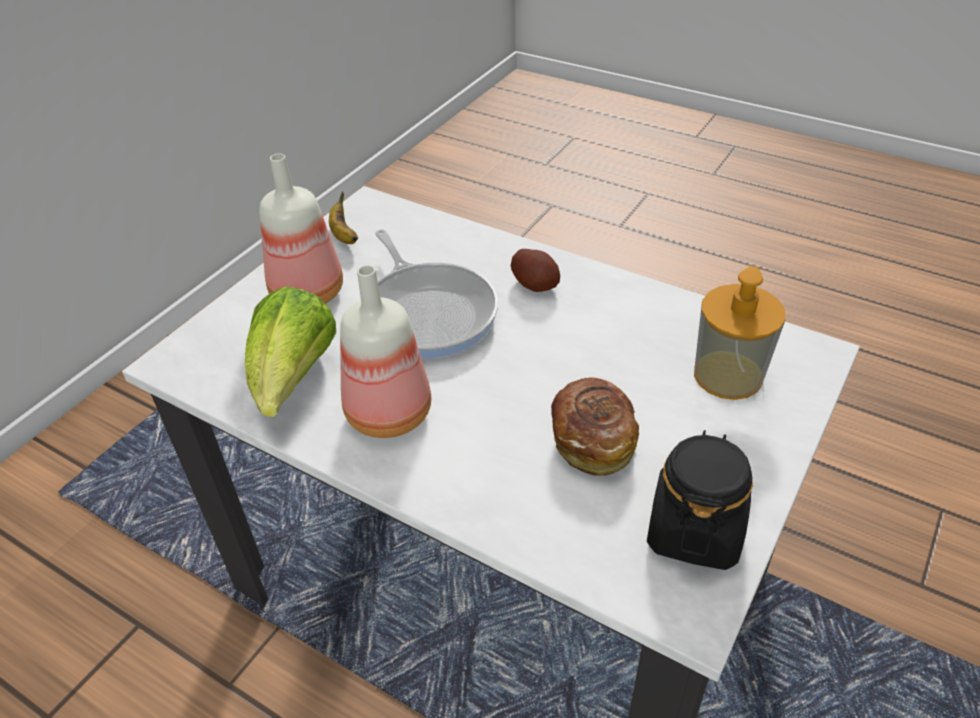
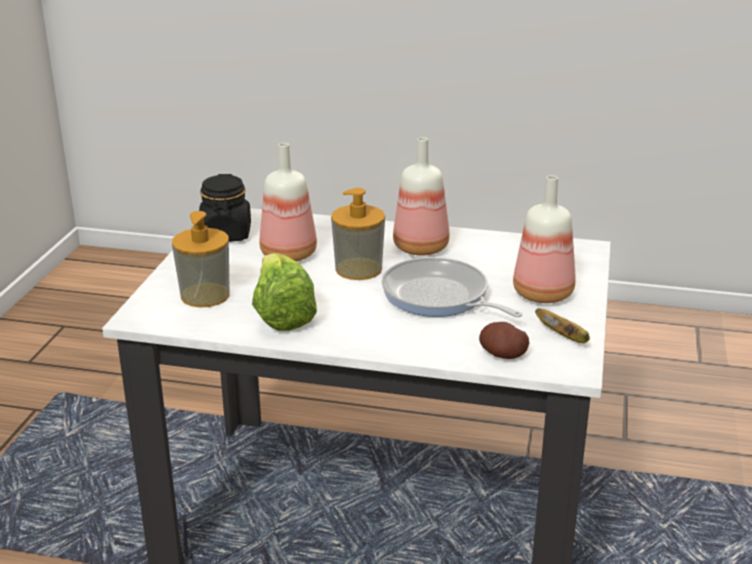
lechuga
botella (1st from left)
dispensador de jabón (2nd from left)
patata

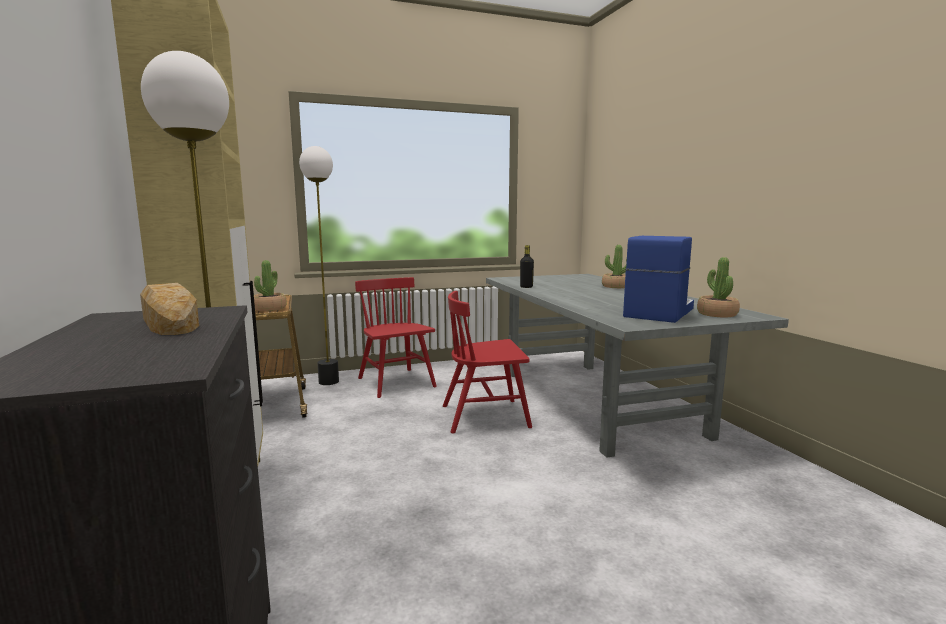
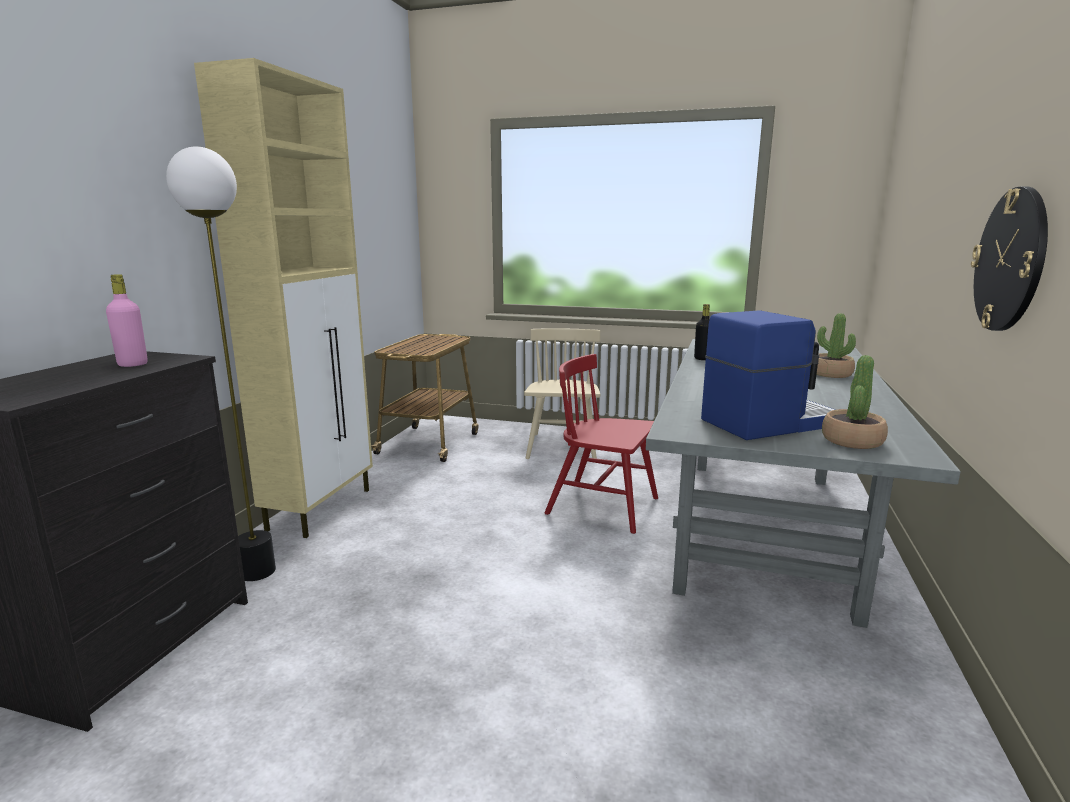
botella [rosa]
silla [beis]
reloj de pared
planta en maceta (1st from left in the first image)
lámpara de pie (2nd from left in the first image)

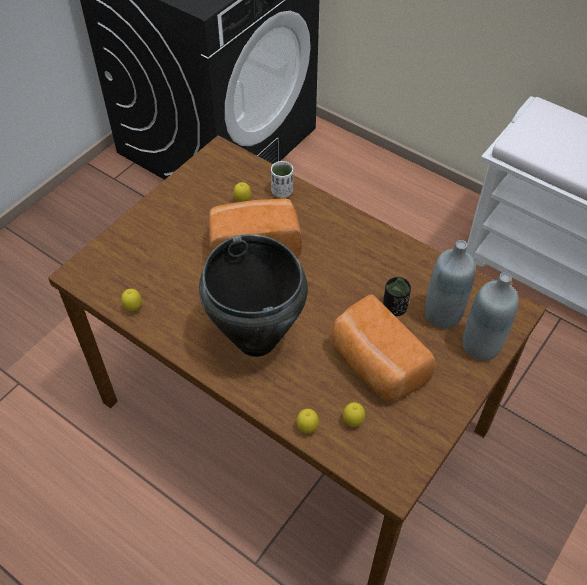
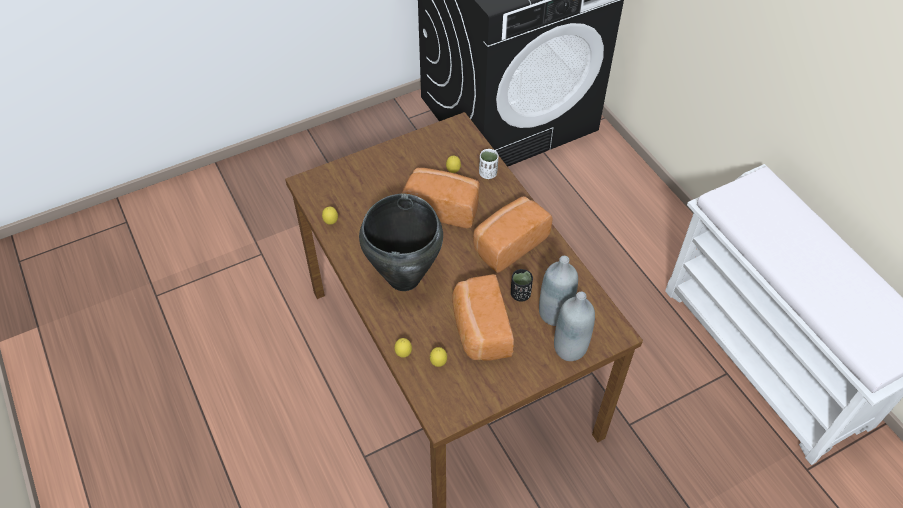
pan (3rd from left)

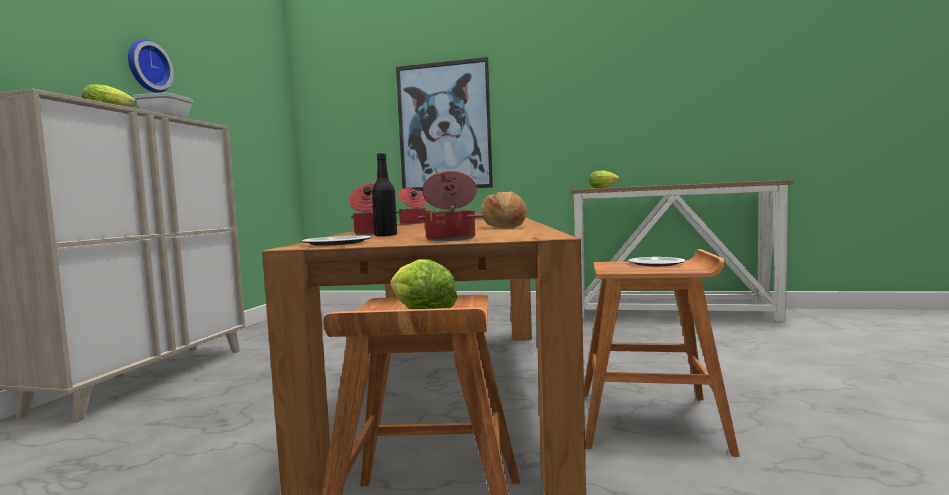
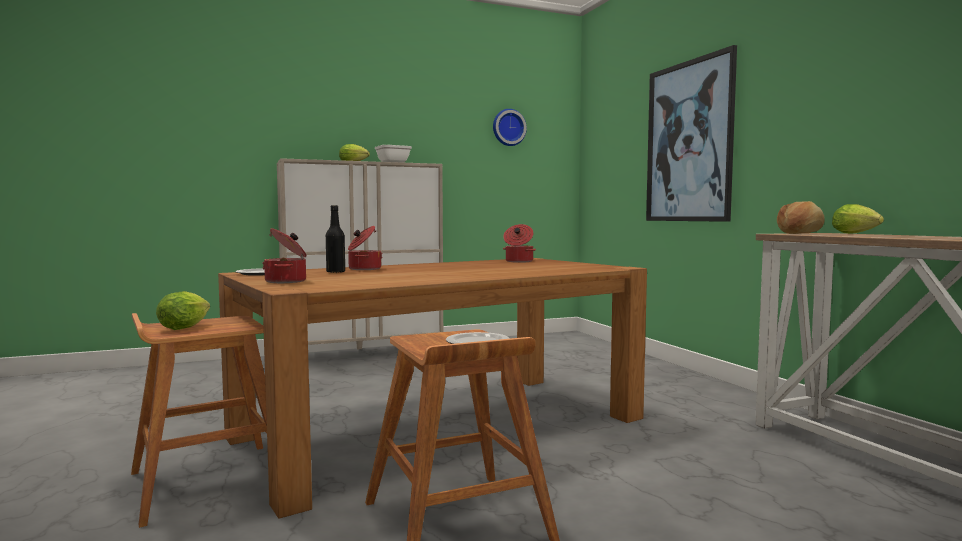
reloj de pared
pan

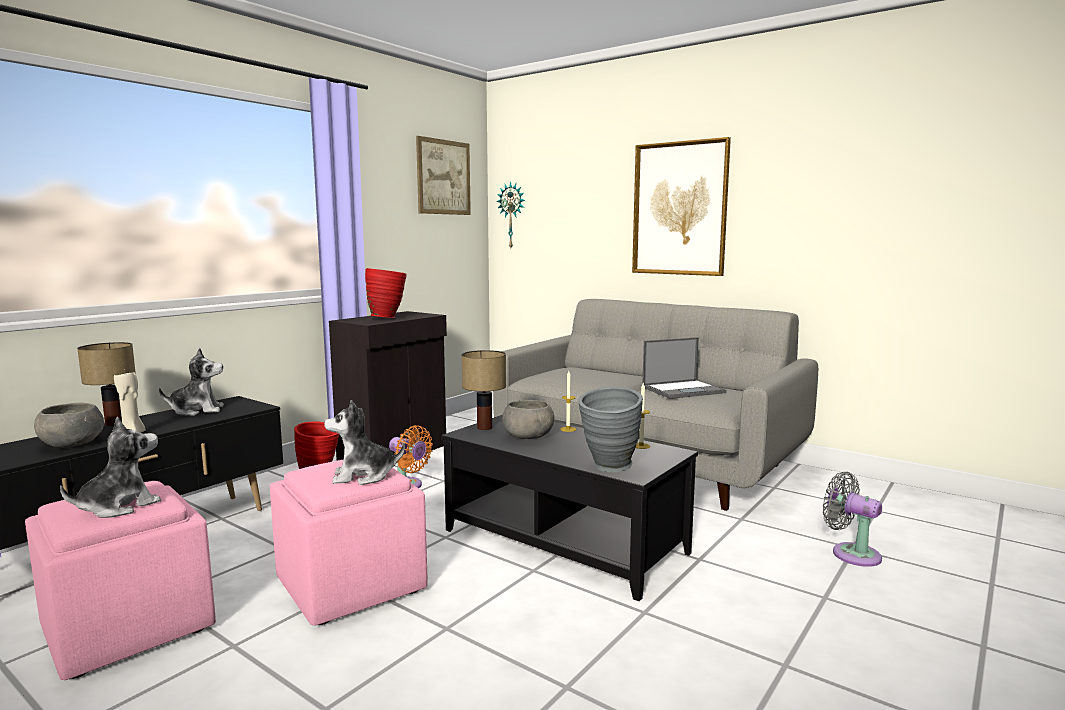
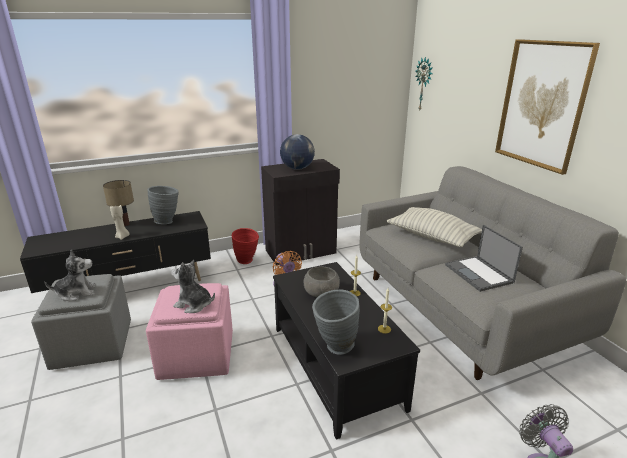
puf [gris]
florero [gris] (1st from left)
globo terráqueo
cojín
portátil
cuenco [gris] (1st from left in the first image)
cuadro (1st from left in the first image)
lámpara de mesa (2nd from left in the first image)

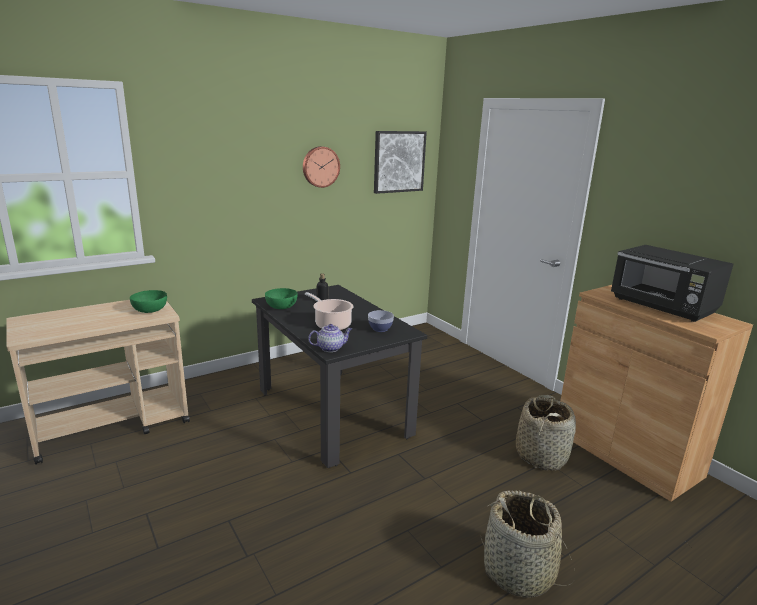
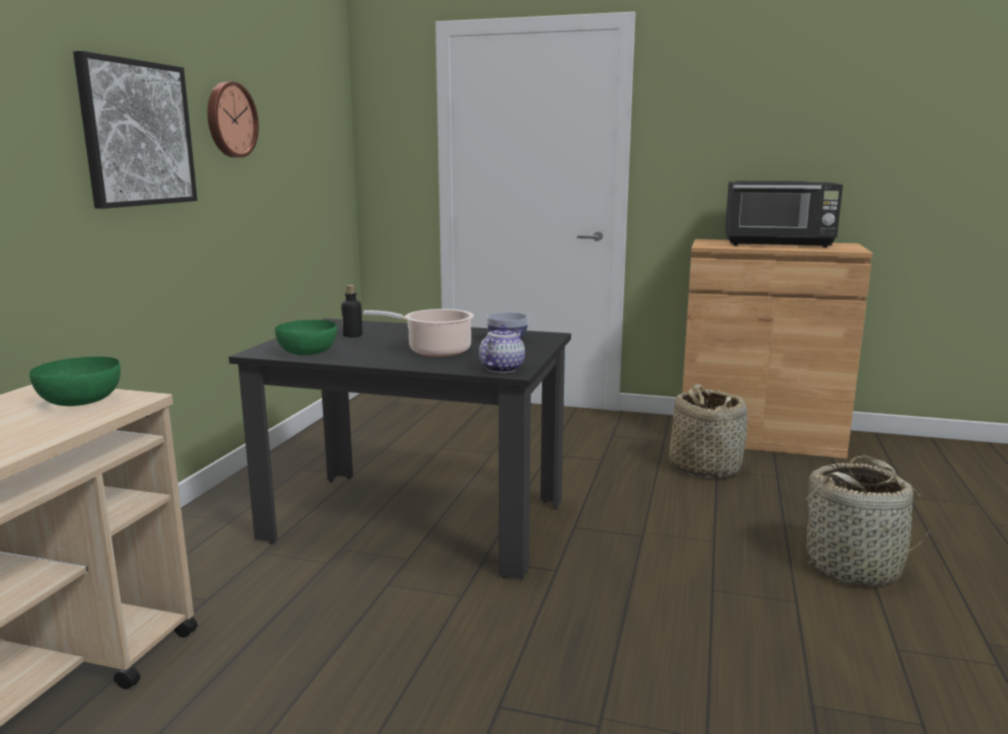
cuadro

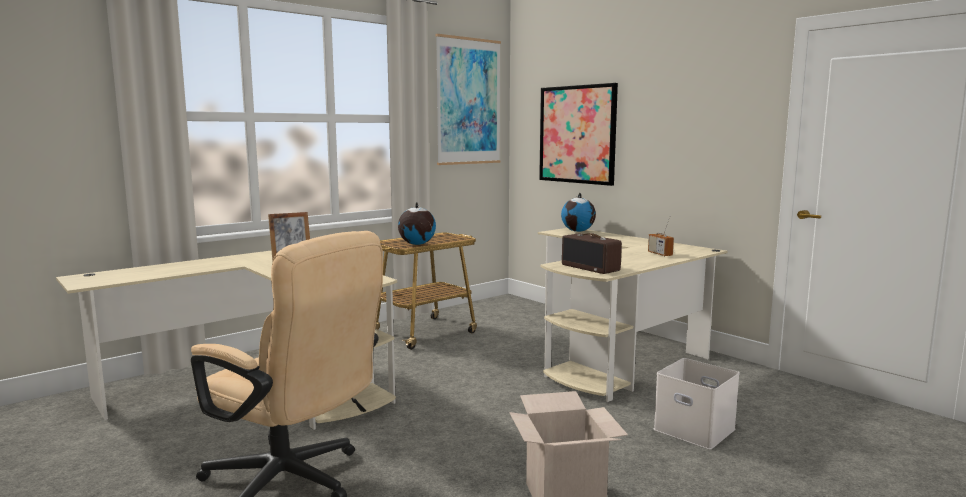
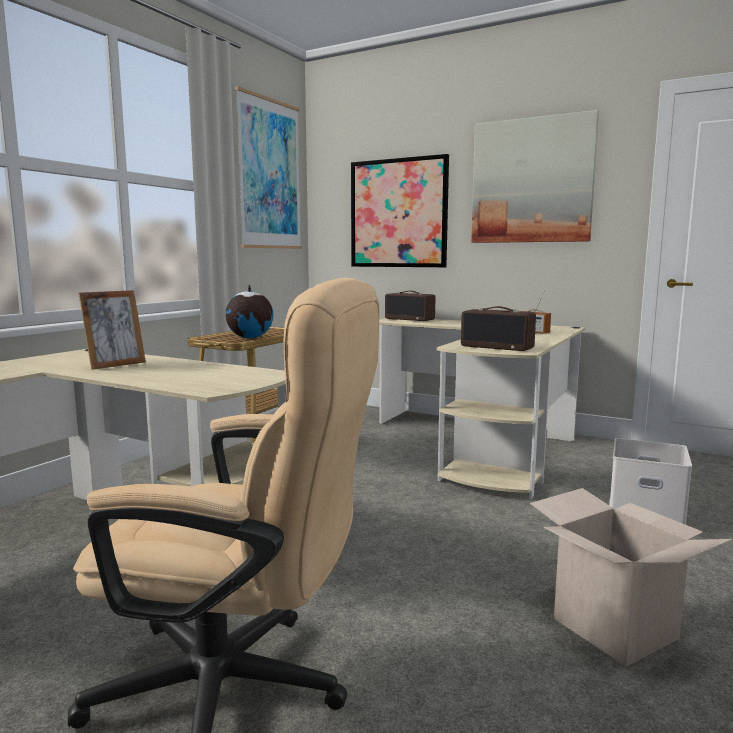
radio (1st from left)
cuadro (3rd from left)

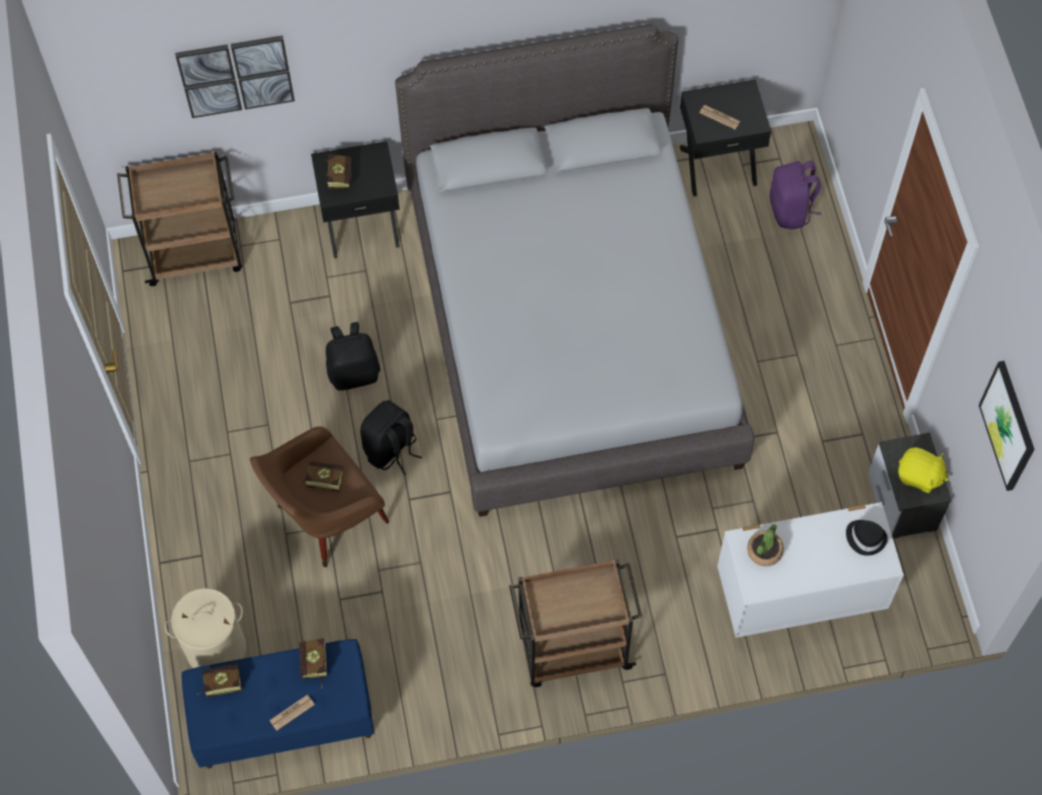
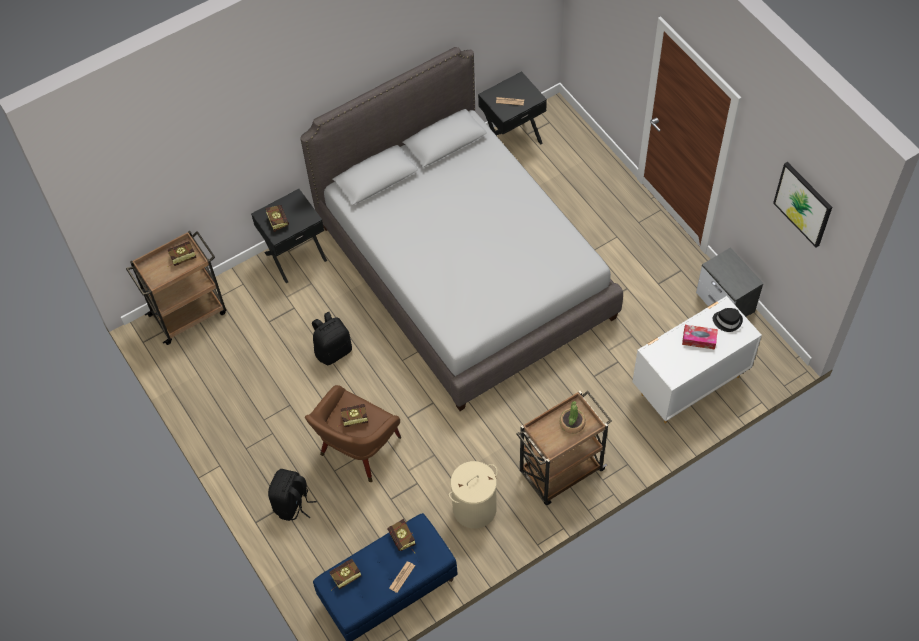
libro (1st from left)
mochila [negro] (1st from left)
cesto de la ropa [beis]
planta en maceta
caja de pañuelos
cuadro (1st from left in the first image)
mochila [morado]
peluche [amarillo]

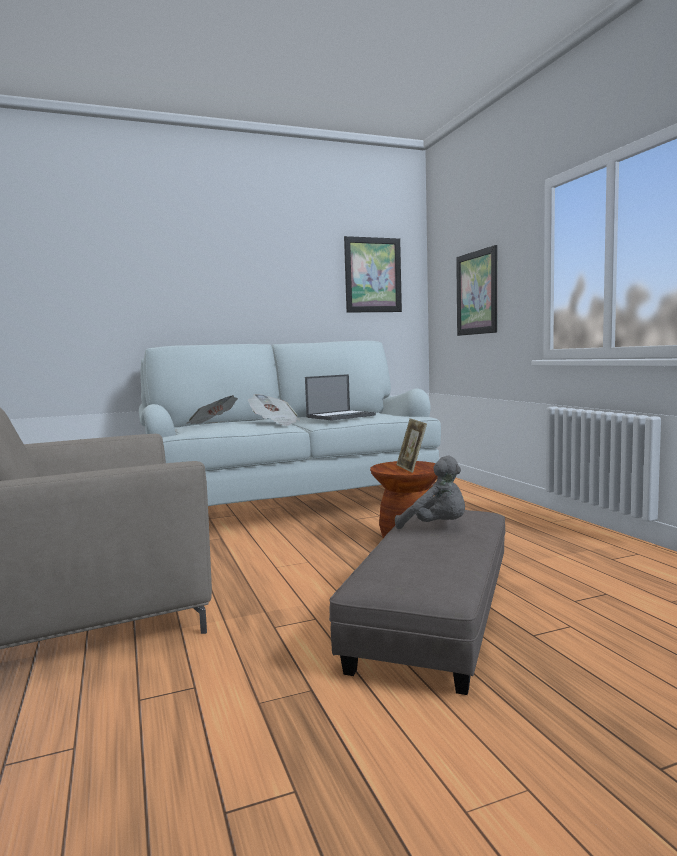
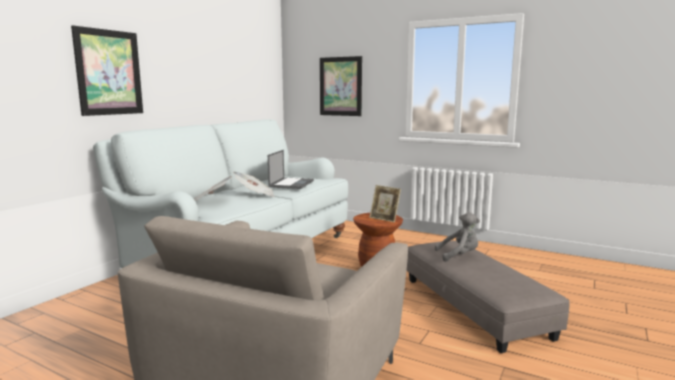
cuadro (1st from left)

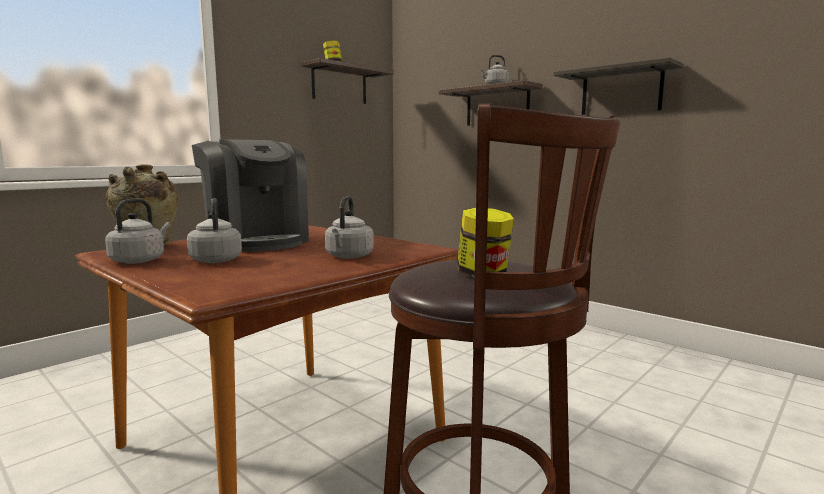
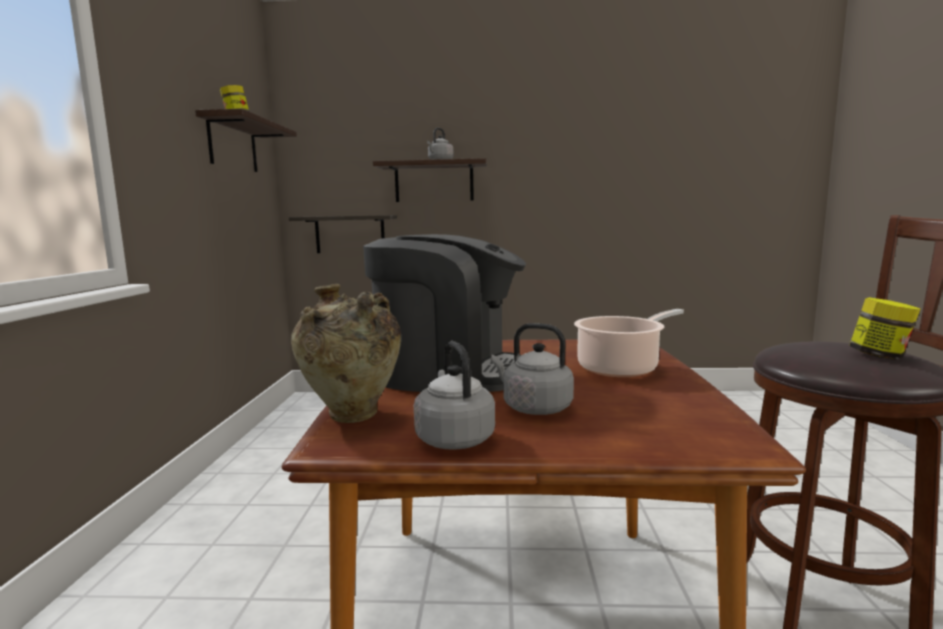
estante (2nd from left)
olla

